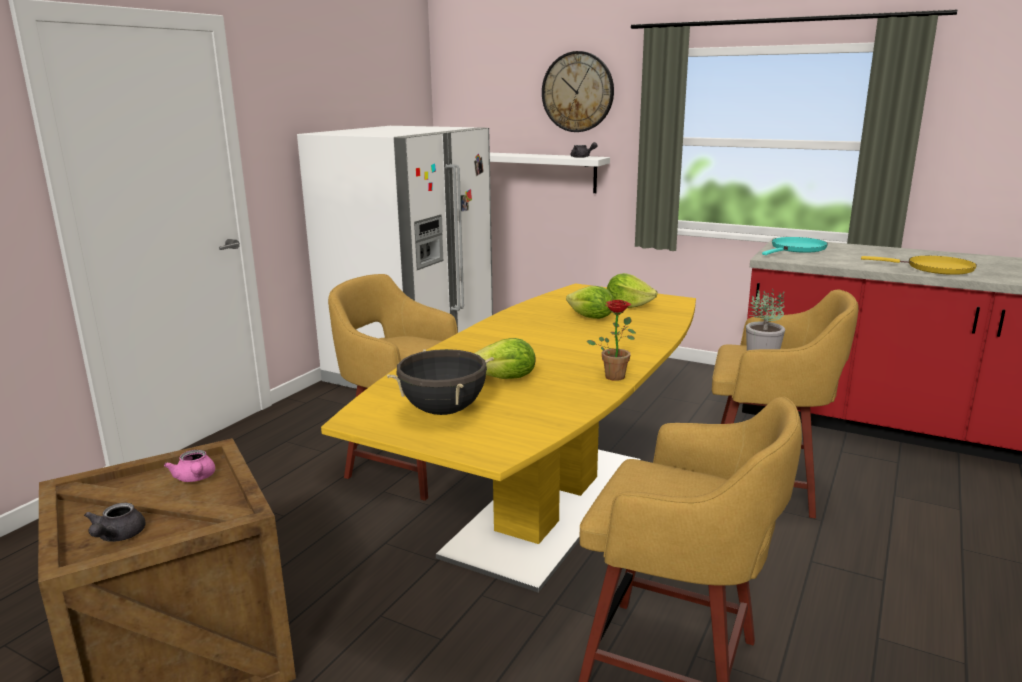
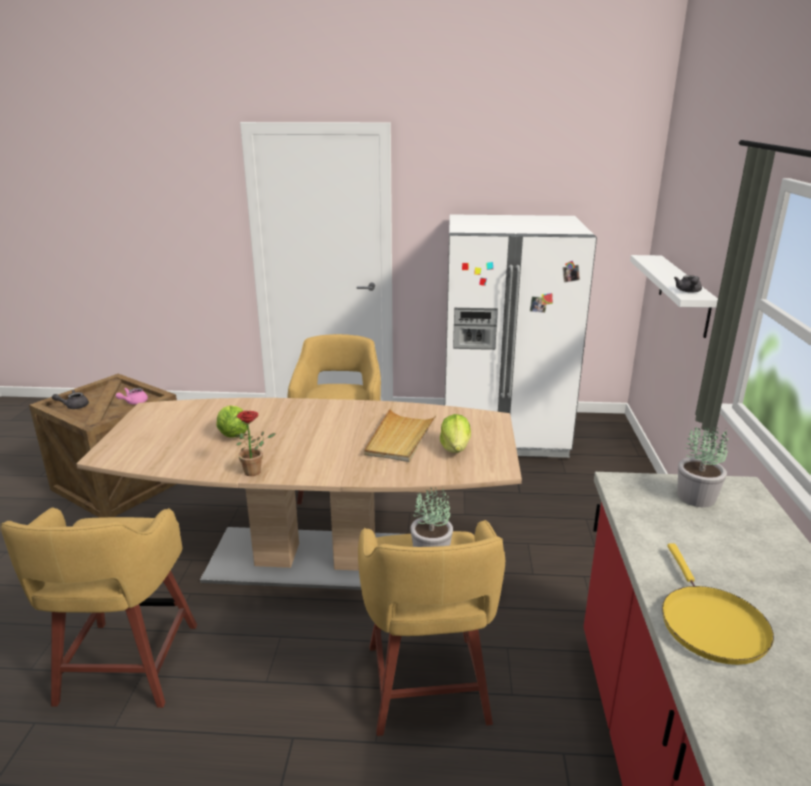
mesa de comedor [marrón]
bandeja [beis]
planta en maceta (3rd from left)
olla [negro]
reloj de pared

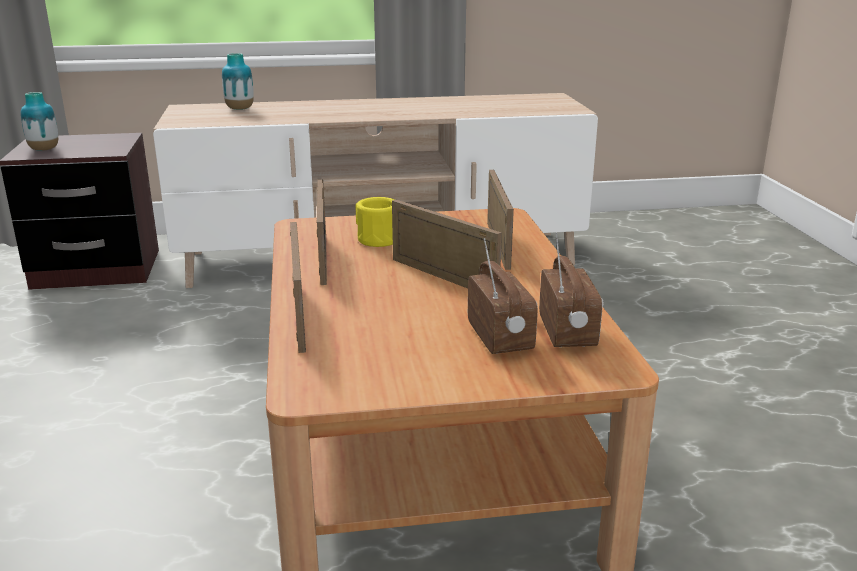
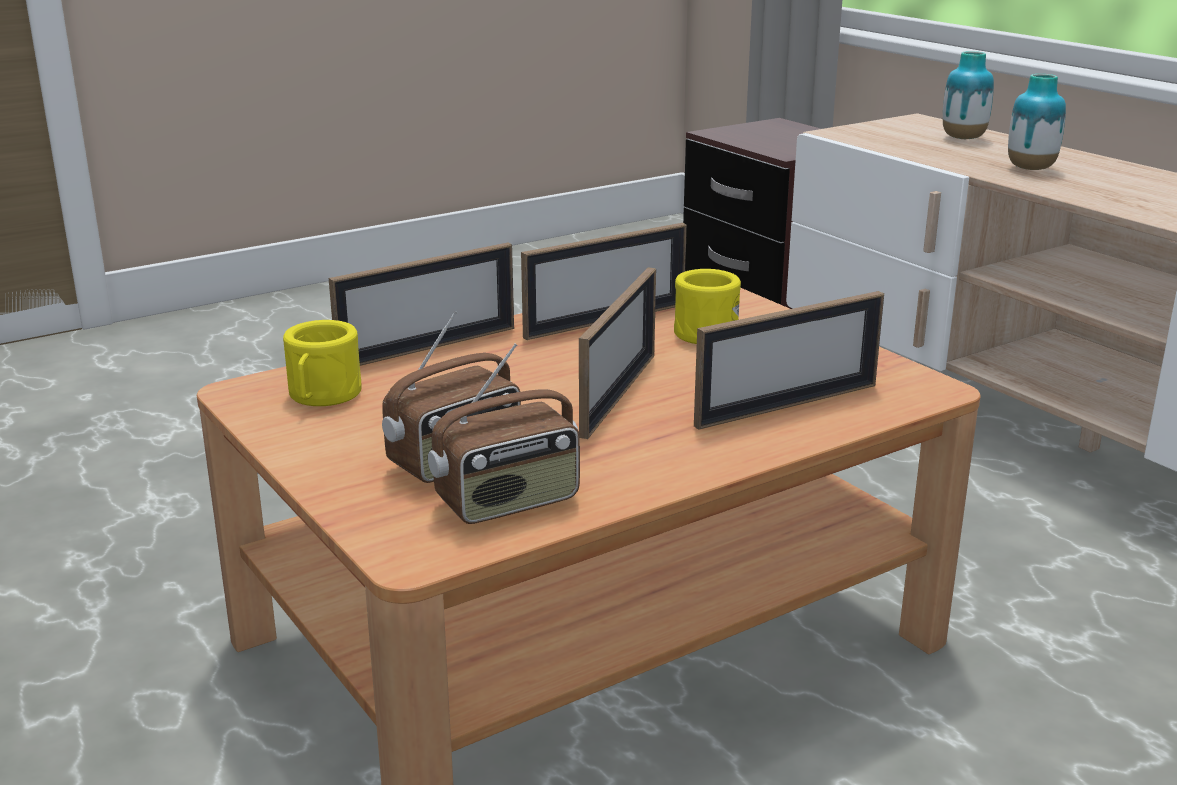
taza grande [amarillo] (1st from left)
florero (2nd from left)

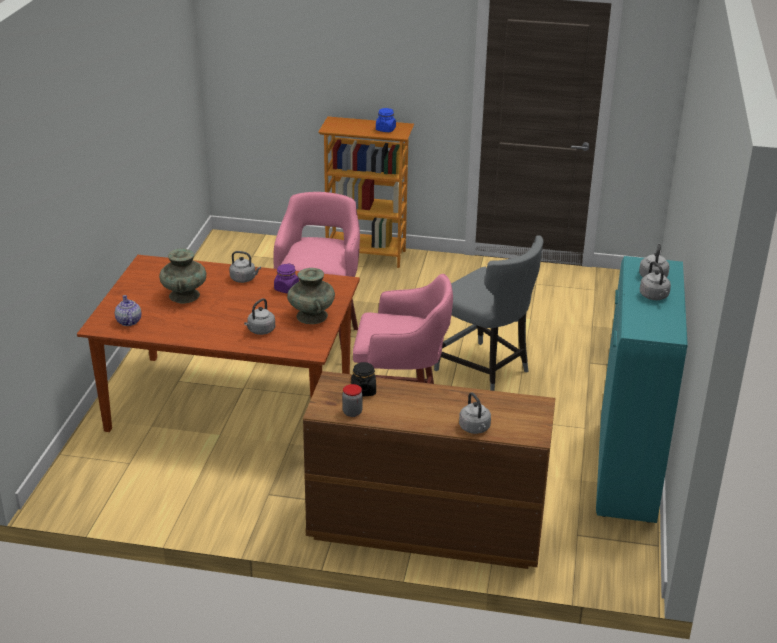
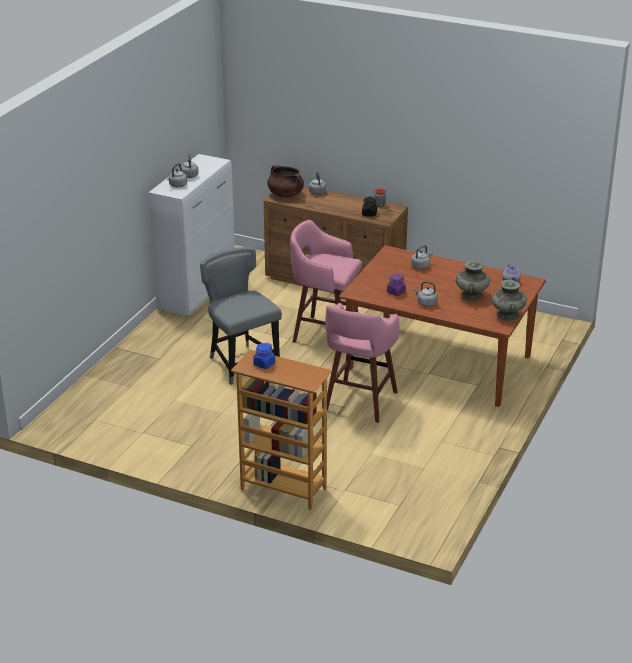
armario [blanco]
olla [marrón]
florero [turquesa] (2nd from left)

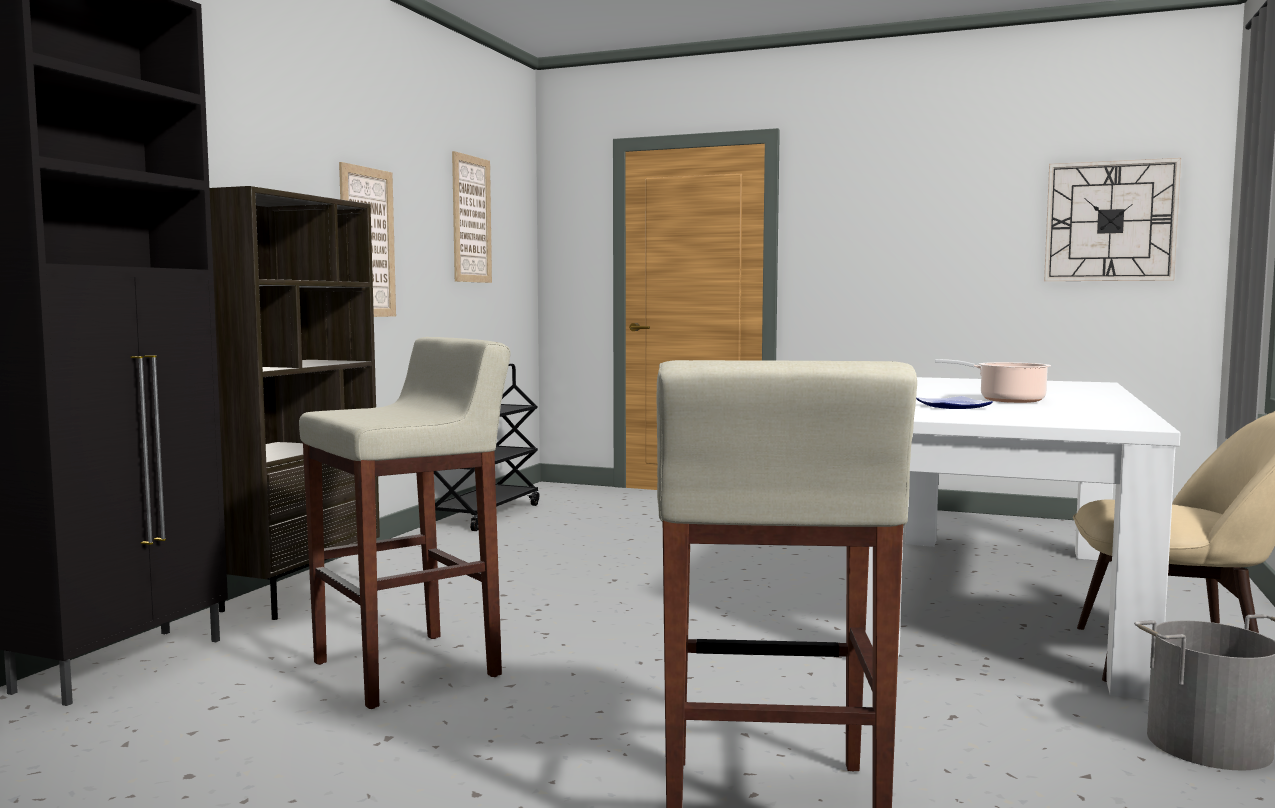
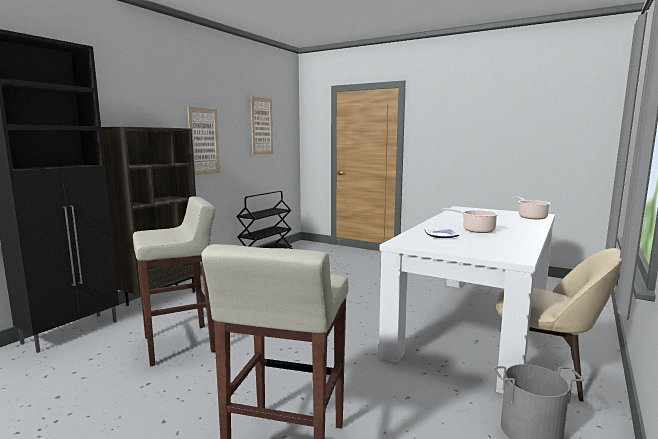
olla (2nd from left)
reloj de pared

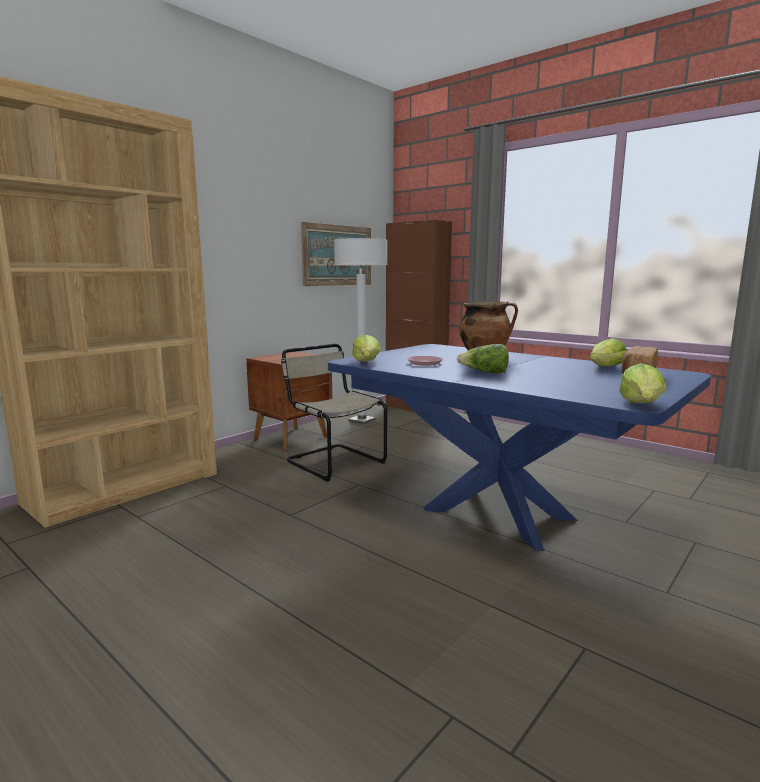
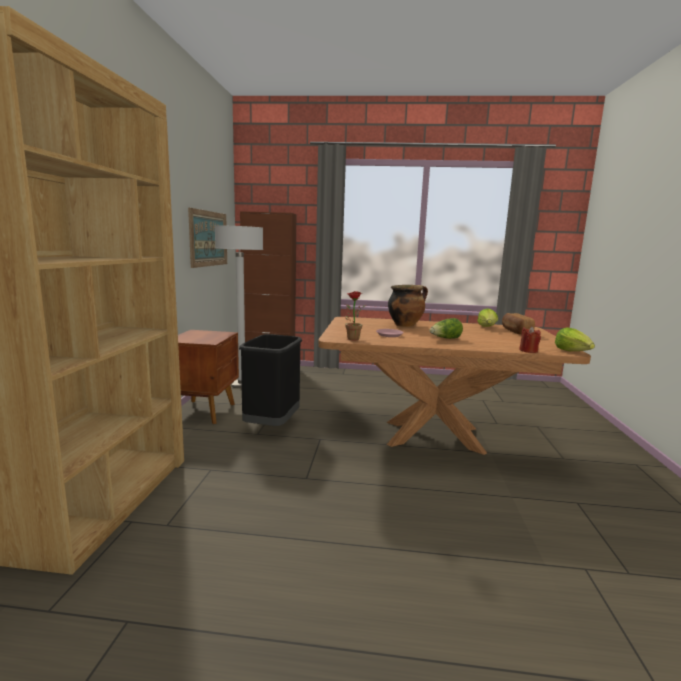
papelera [negro]
mesa de comedor [marrón]
planta en maceta
vela [rojo]

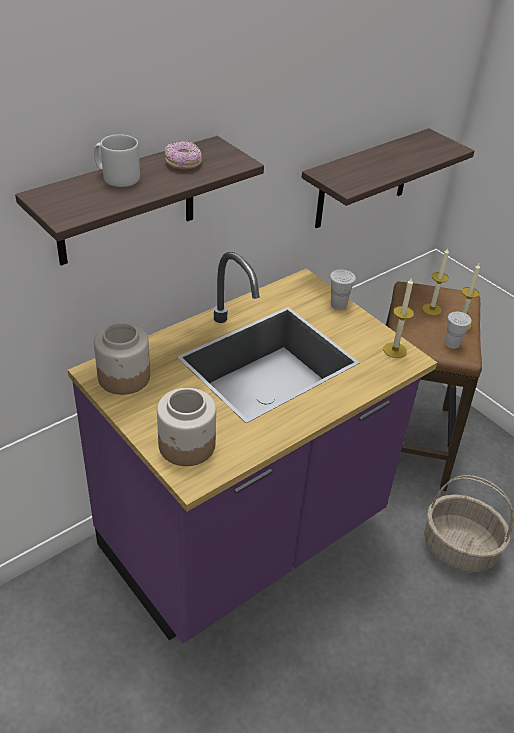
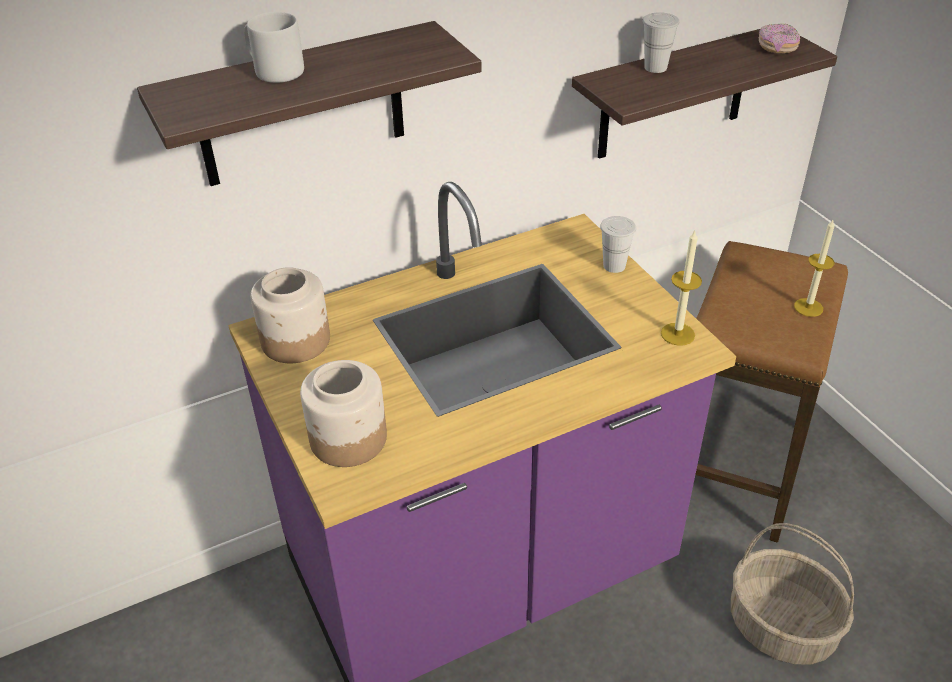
taza [blanco] (2nd from left)
rosquilla
vela (2nd from left in the first image)

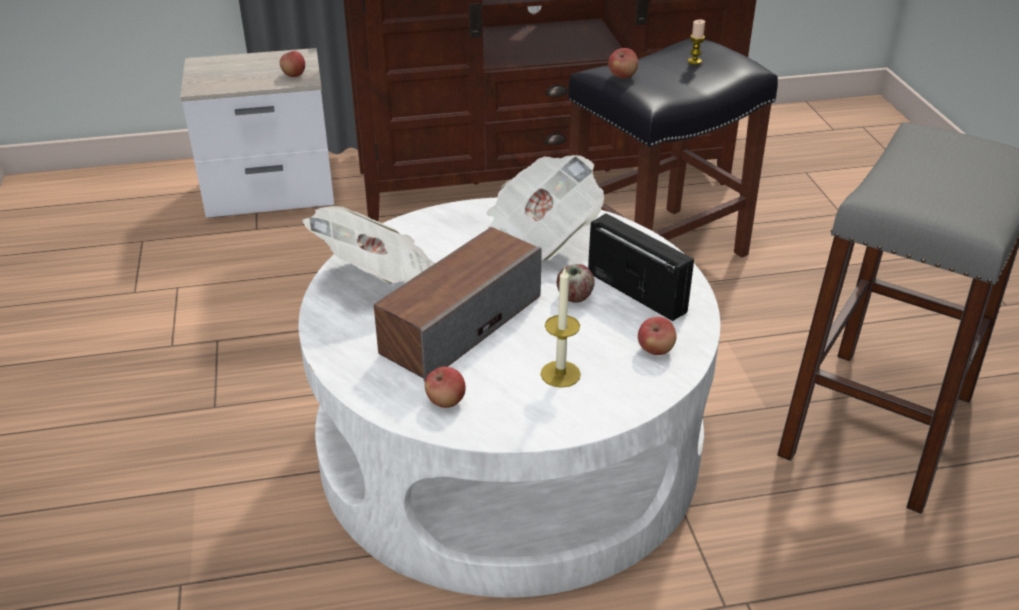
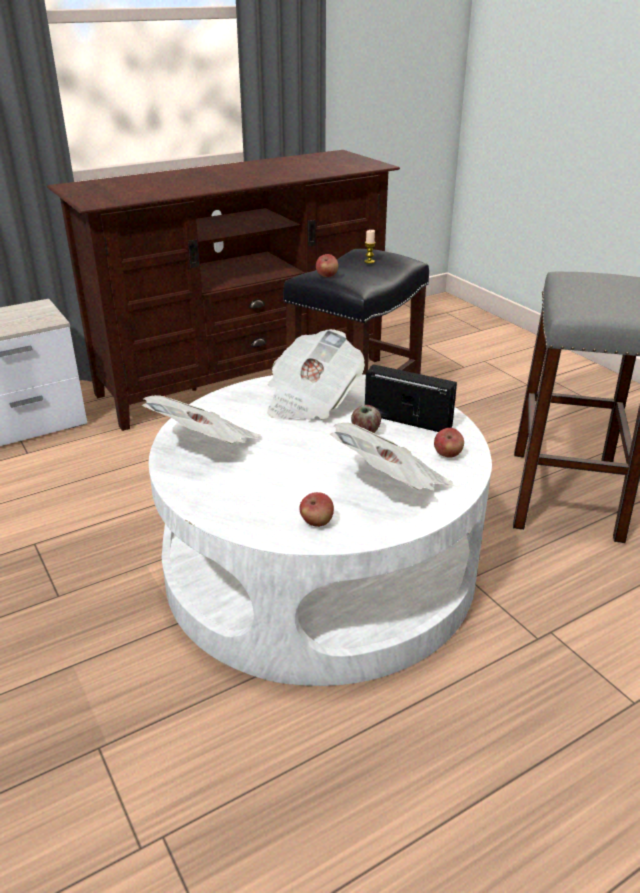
periódico (3rd from left)
manzana (1st from left in the first image)
altavoz

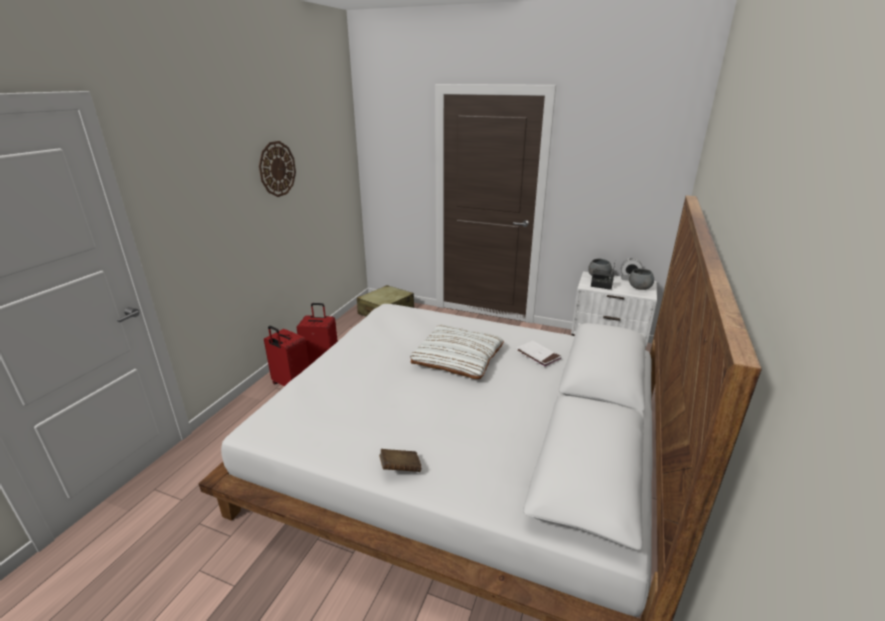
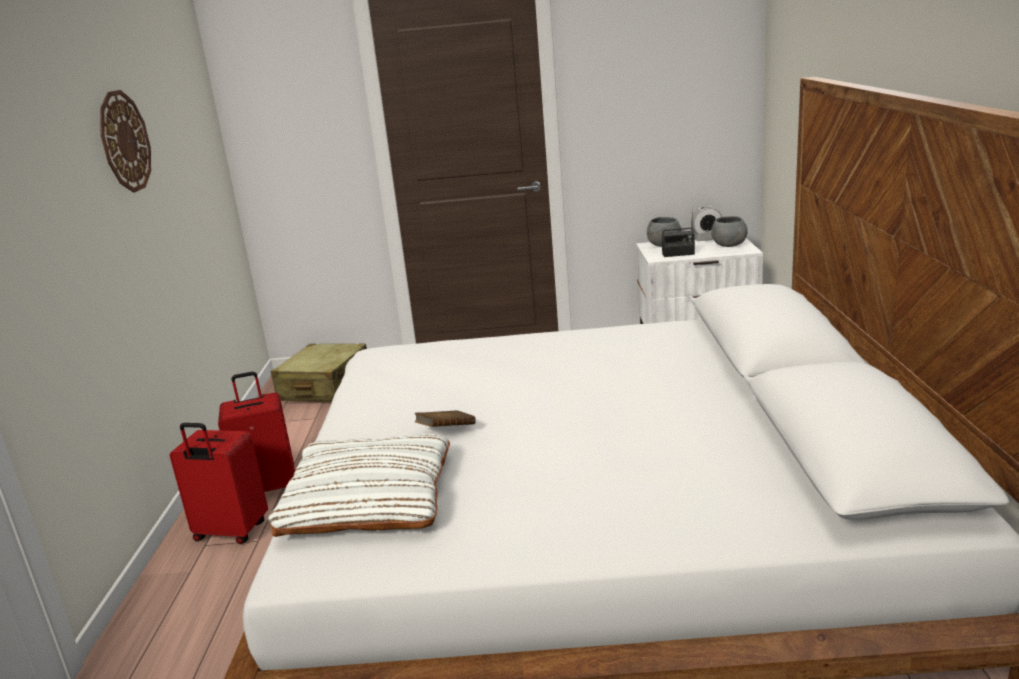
cojín [blanco]
libro [marrón]
libro [blanco]

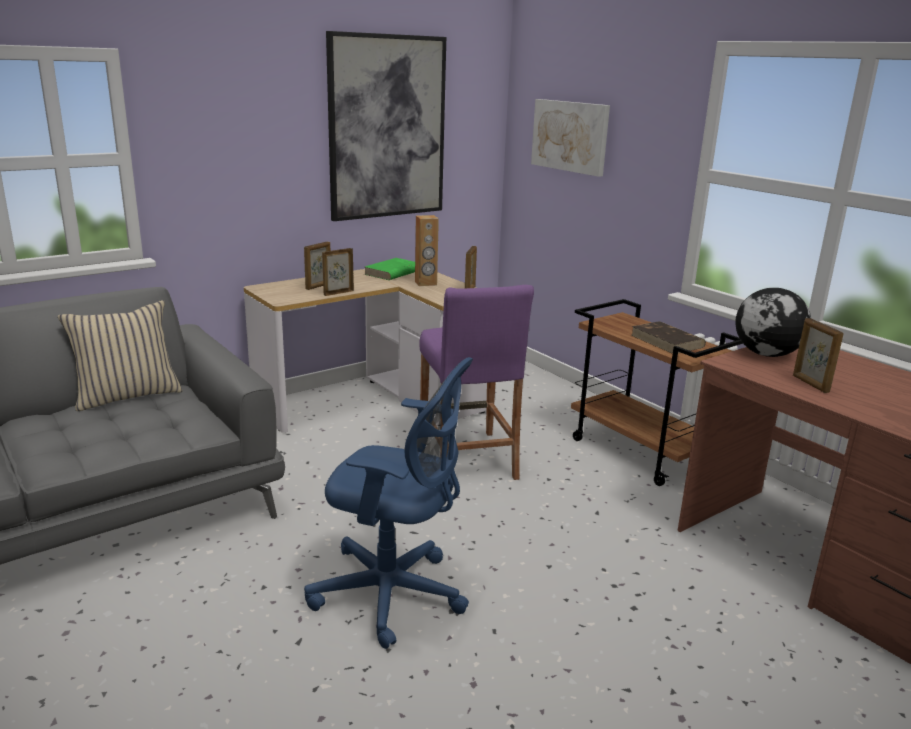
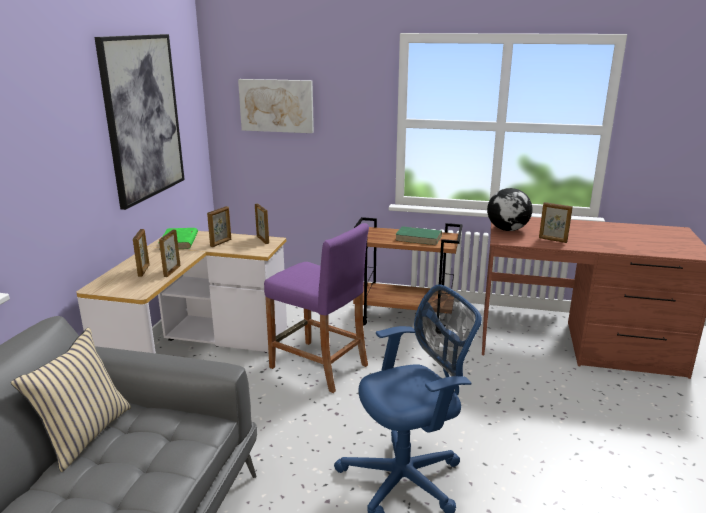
portarretratos (3rd from left)
libro [verde] (2nd from left)

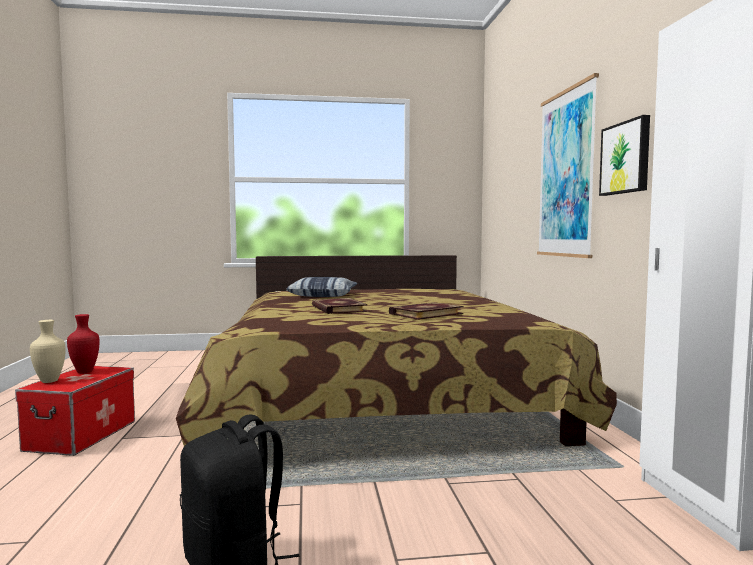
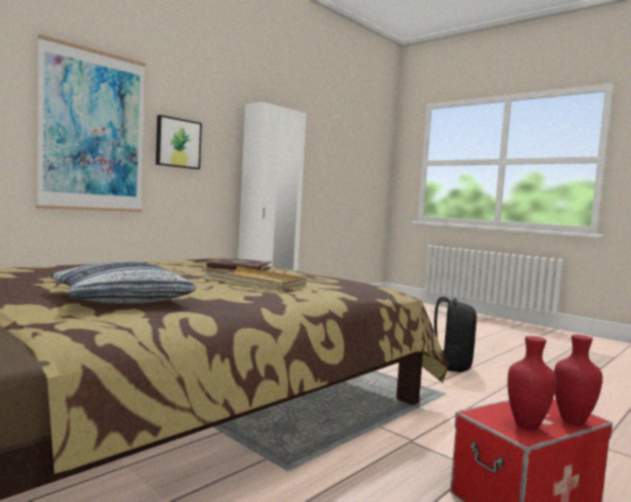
bandeja [beis]
florero [rojo] (2nd from left)

